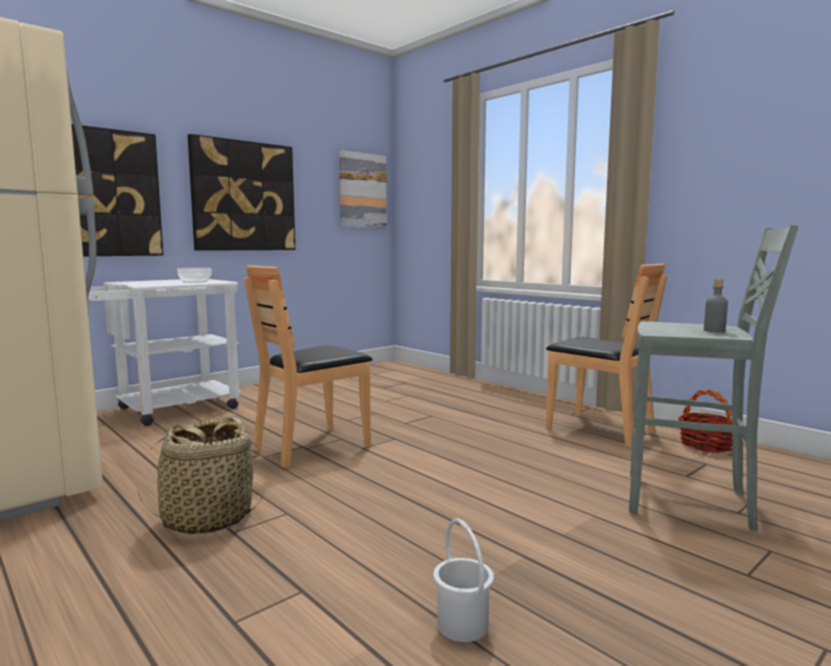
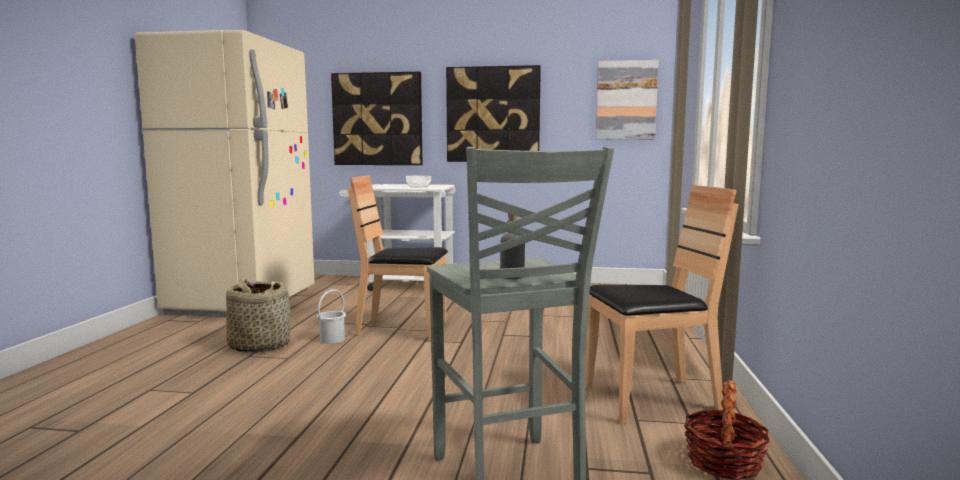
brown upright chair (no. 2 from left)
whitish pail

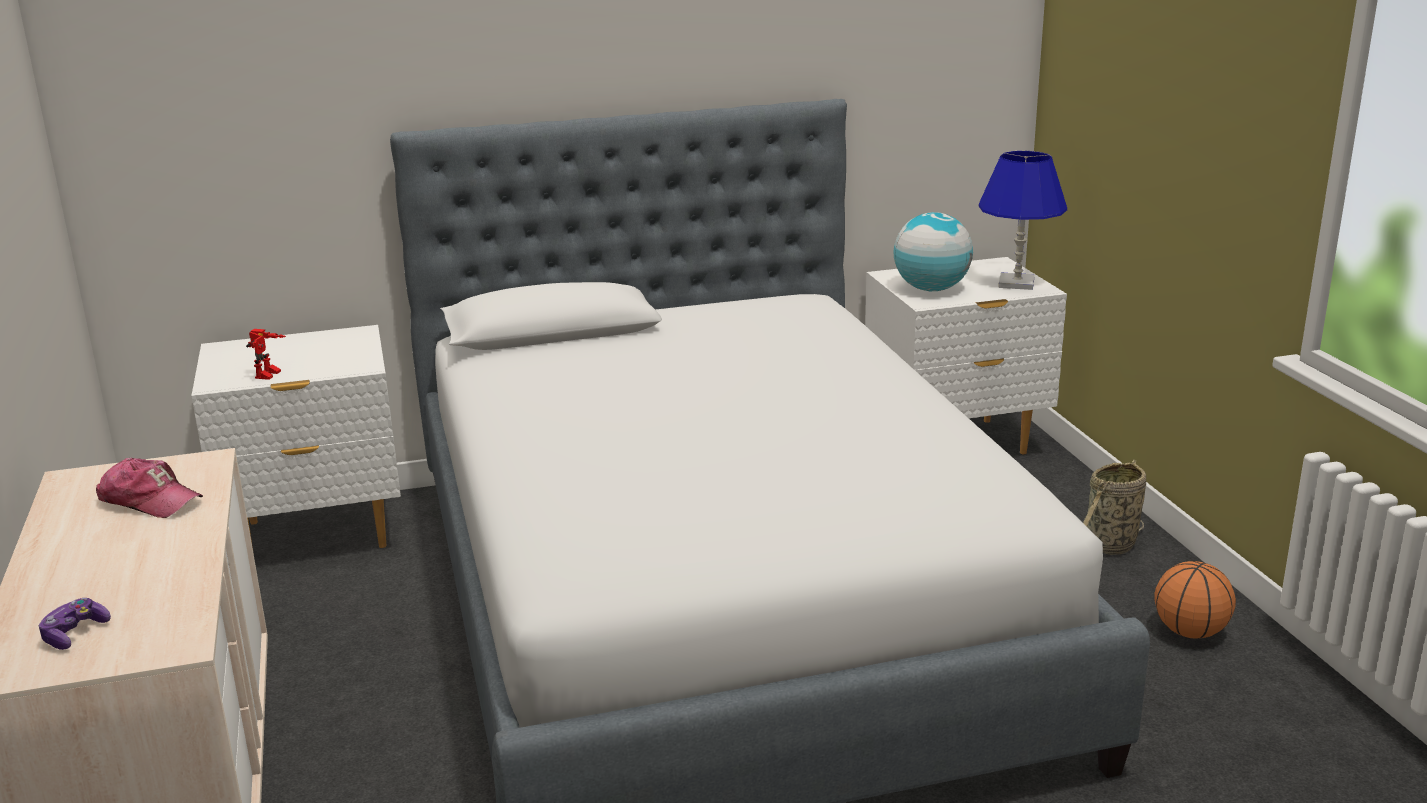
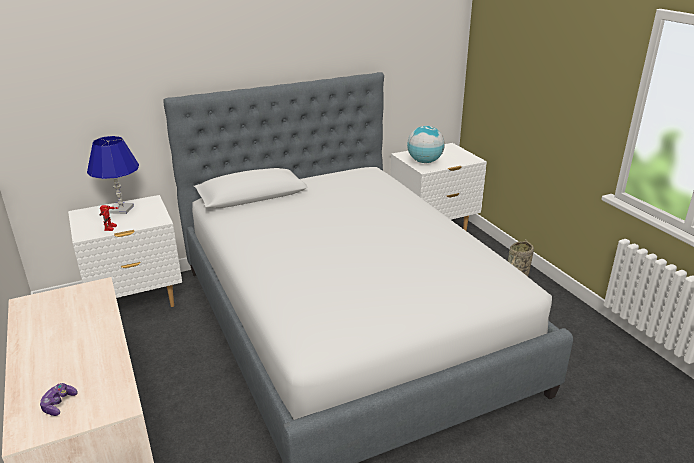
bluish table lamp
baseball cap
basketball ball

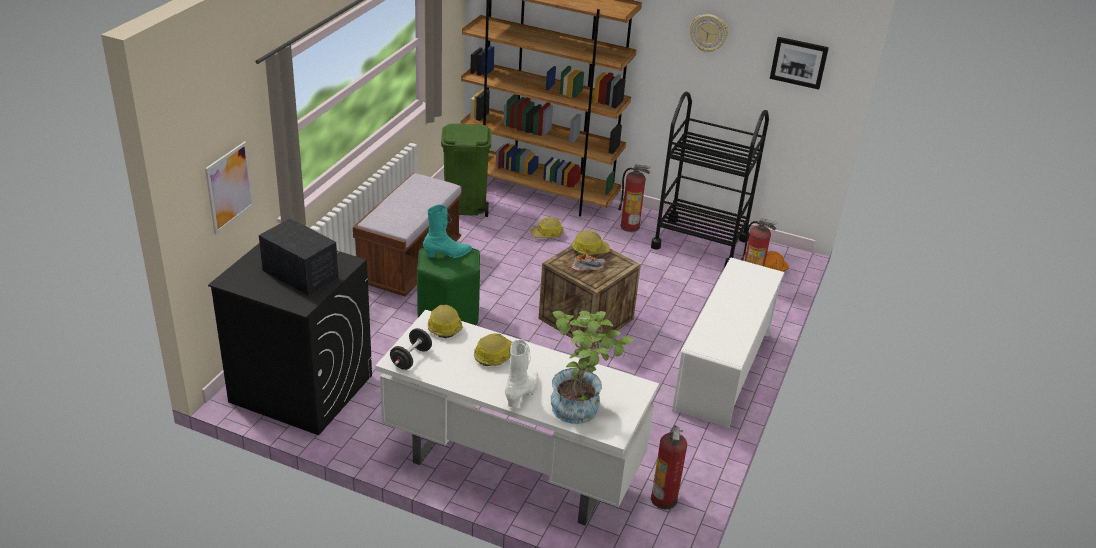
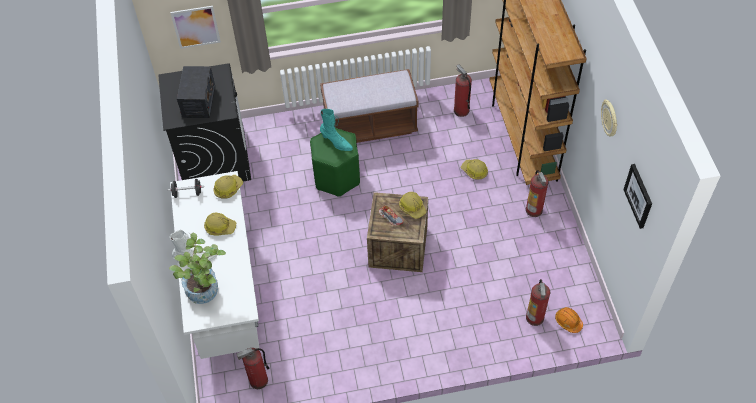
blackish trolley
fire extinguisher (no. 2 from left)
whitish shoe stand

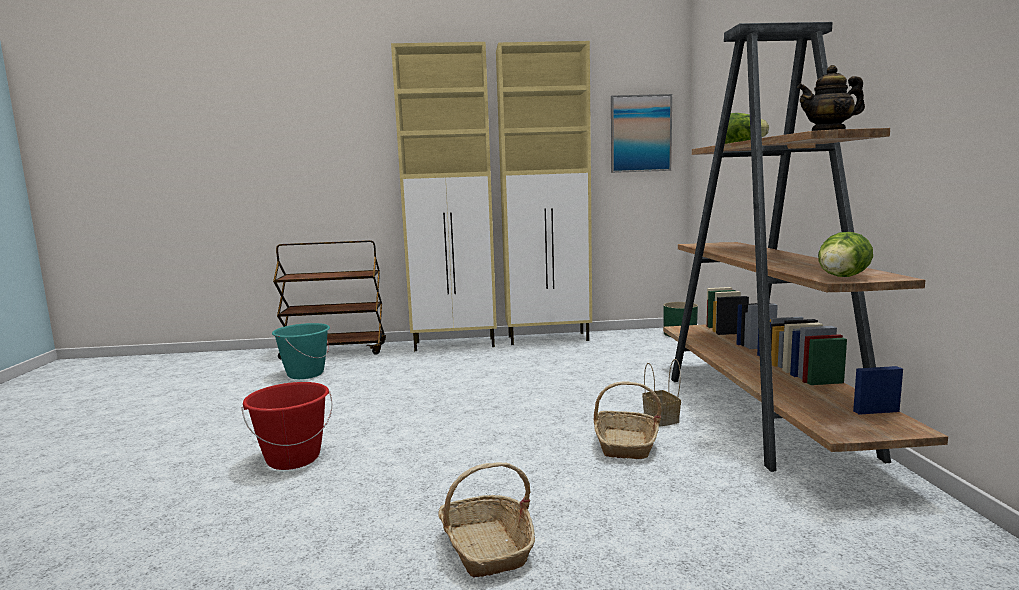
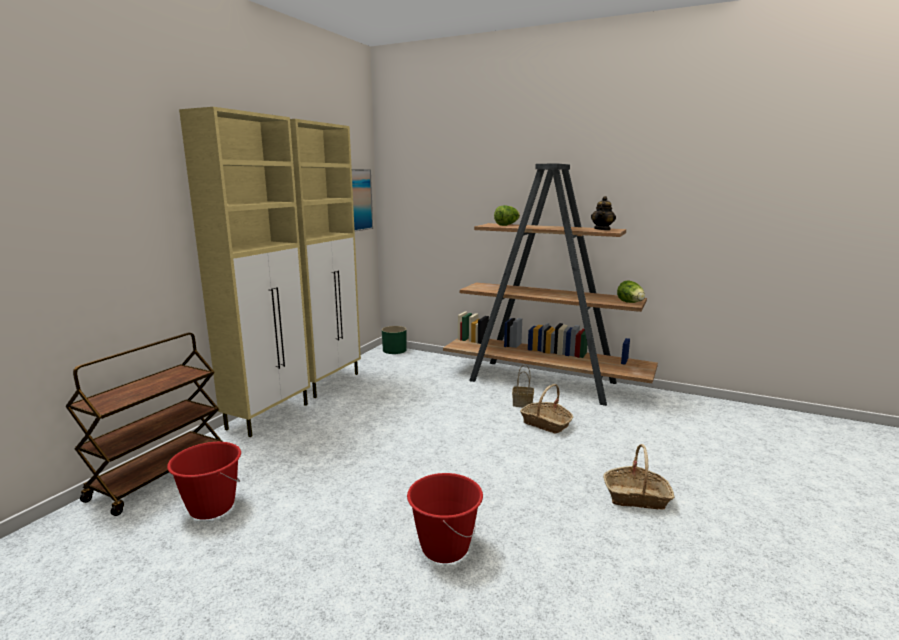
red pail (no. 1 from left)

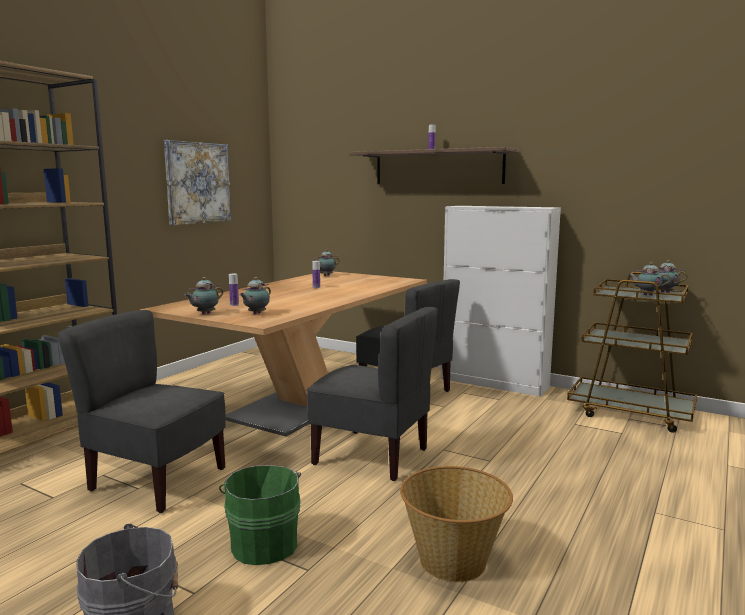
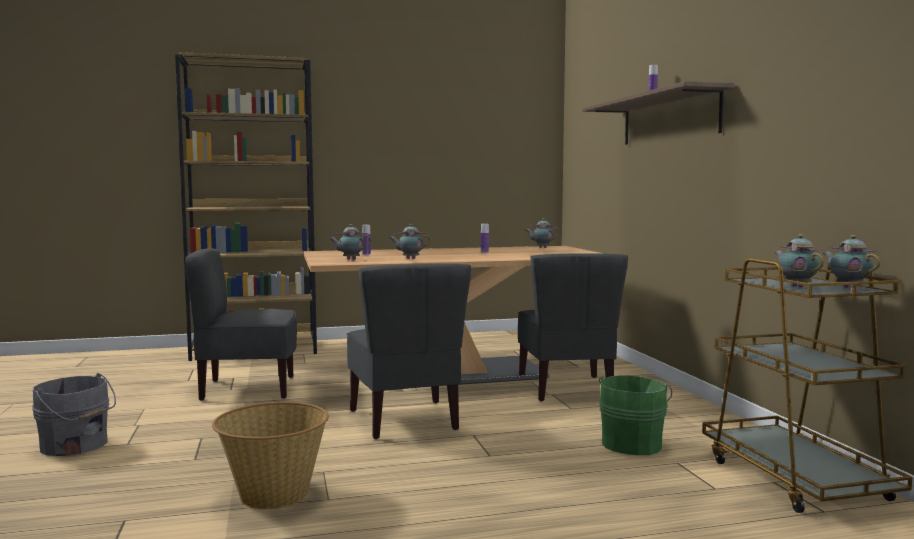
picture
whitish cupboard
tea pot (no. 2 from left)
gray upright chair (no. 1 from left)
green-coloured pail

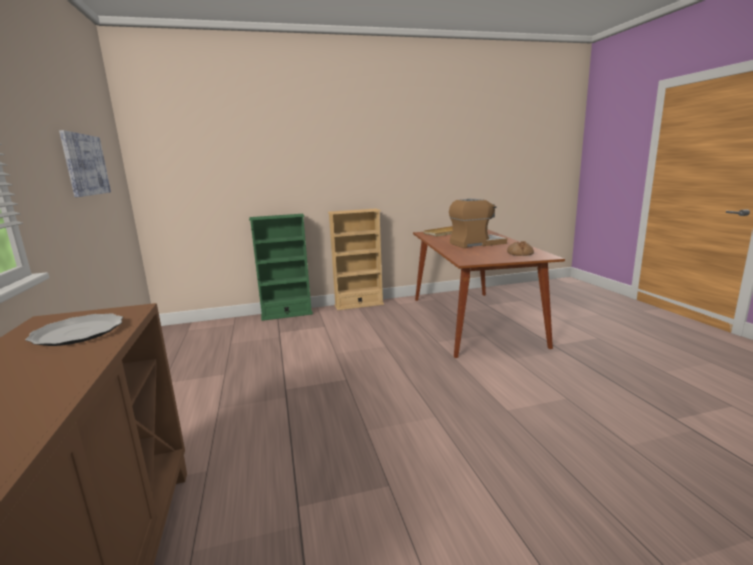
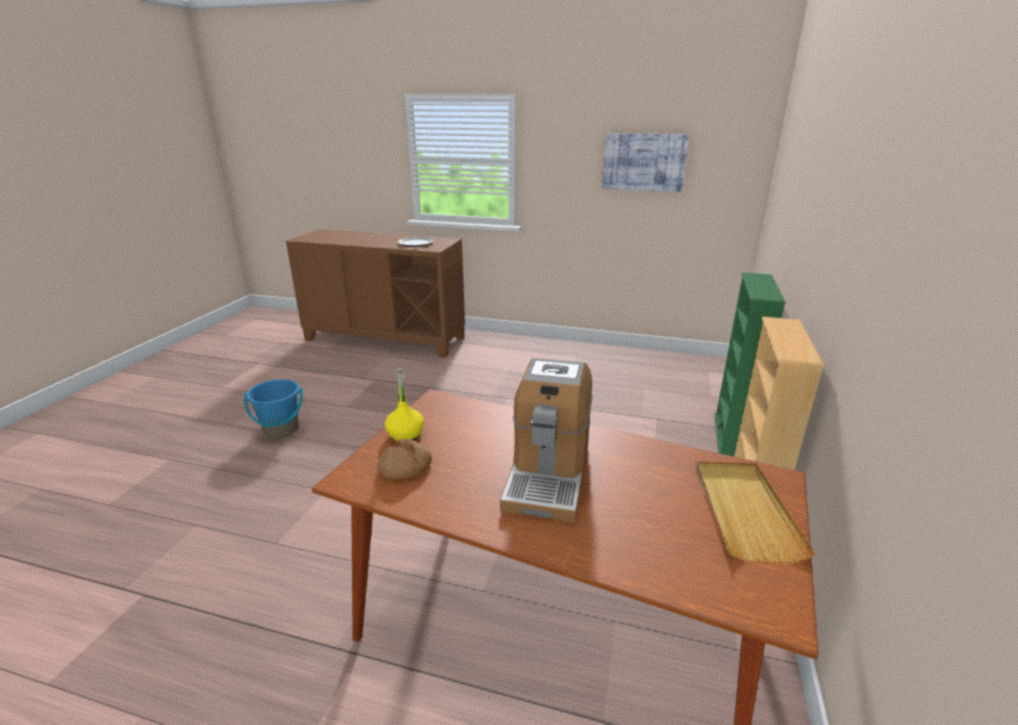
yellowish beverage bottle
bluish pail

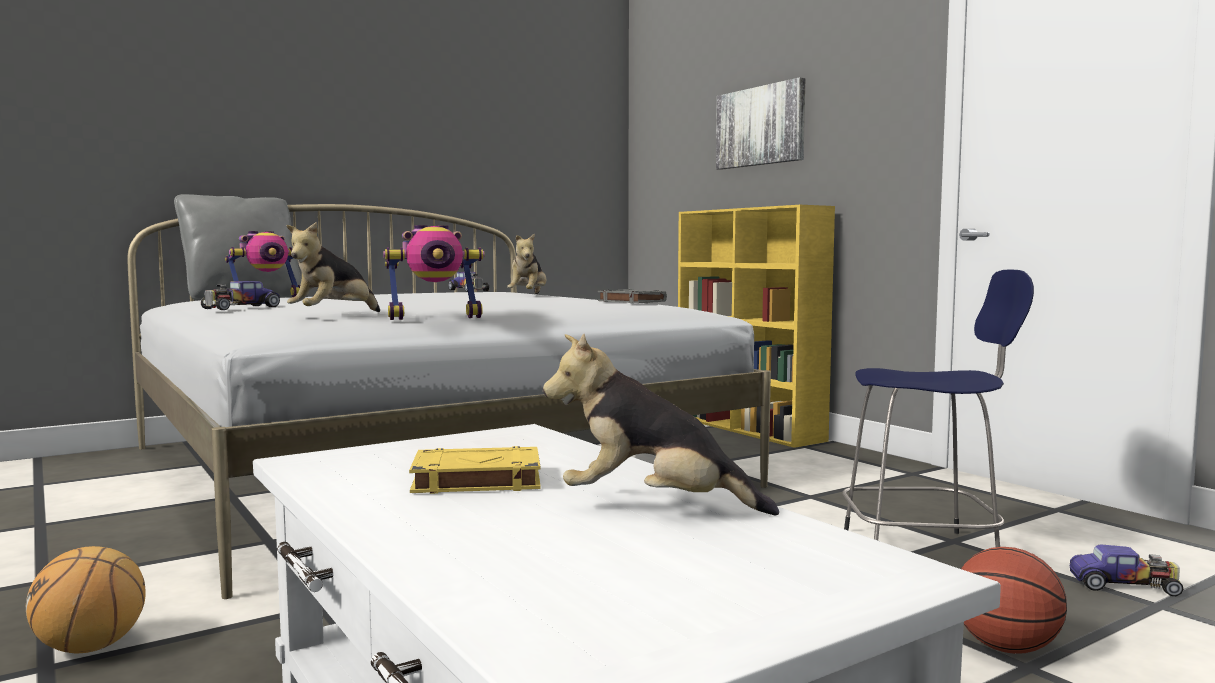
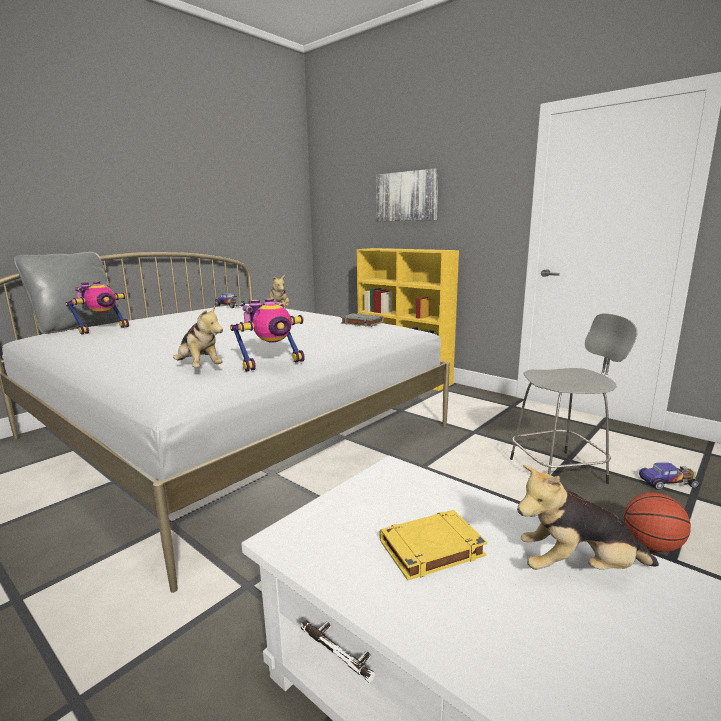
cuddly toy (no. 1 from left)
gray stool seat
miniature car (no. 1 from left in the first image)
basketball ball (no. 1 from left in the first image)

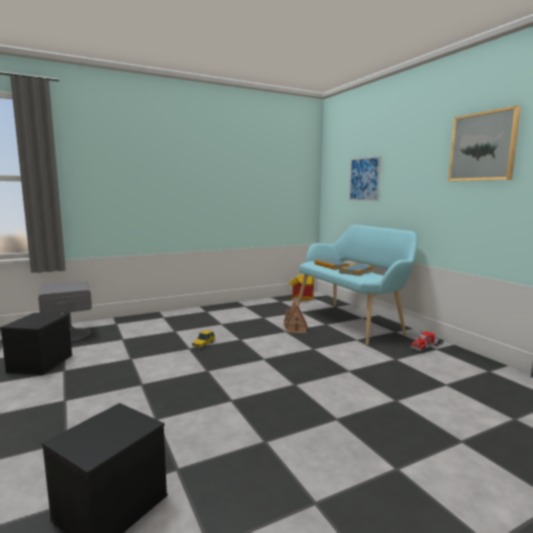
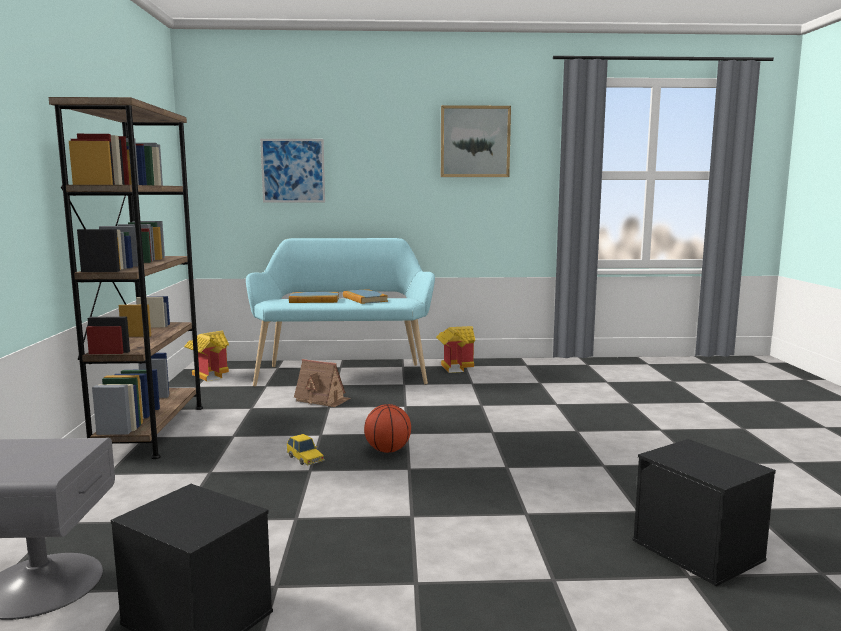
toy house (no. 3 from left)
brown shelving unit
basketball ball

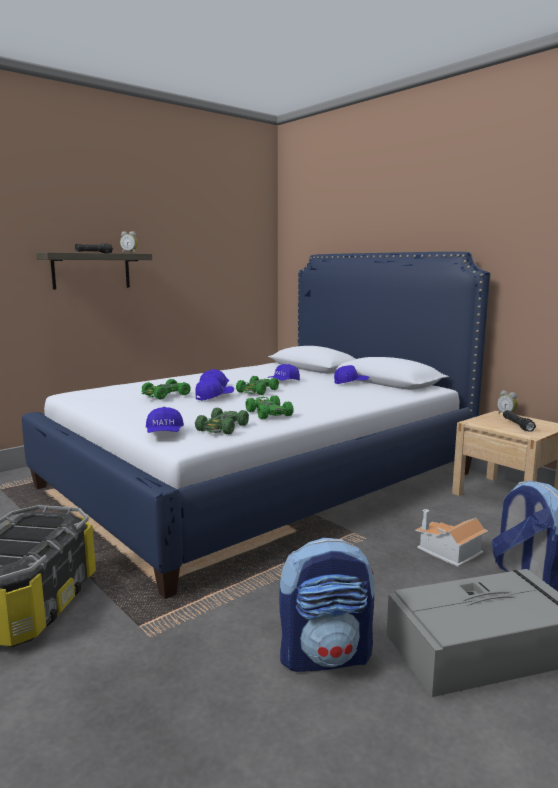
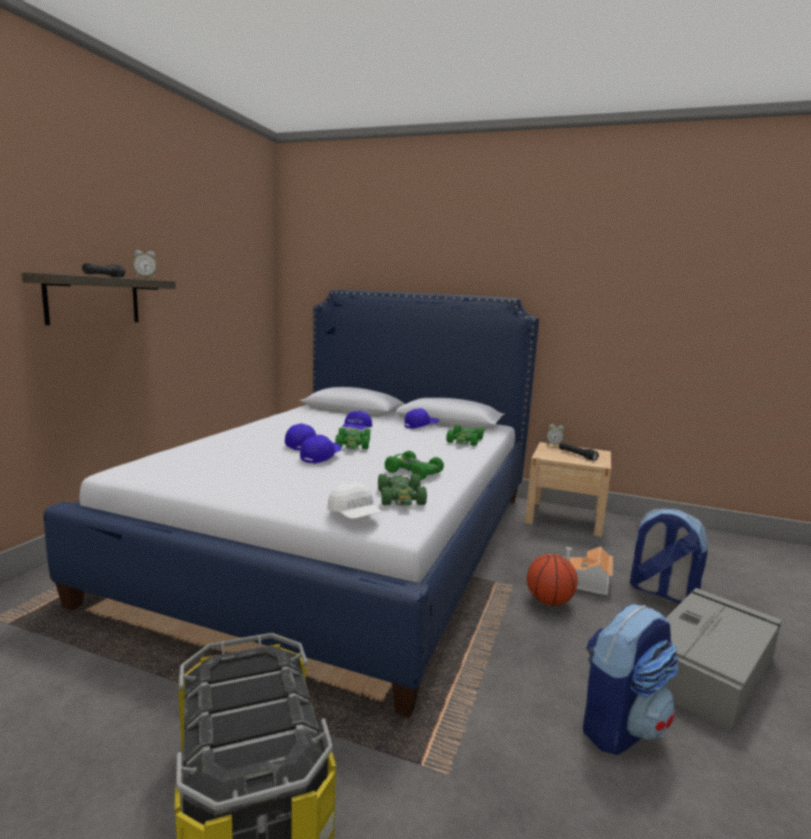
green-coloured miniature car (no. 4 from left)
whitish baseball cap
basketball ball

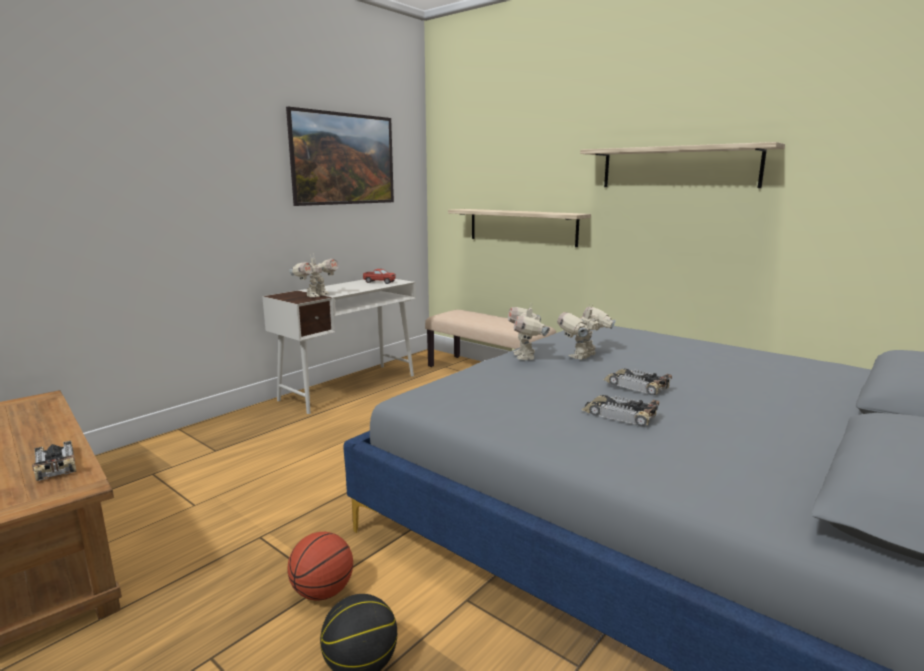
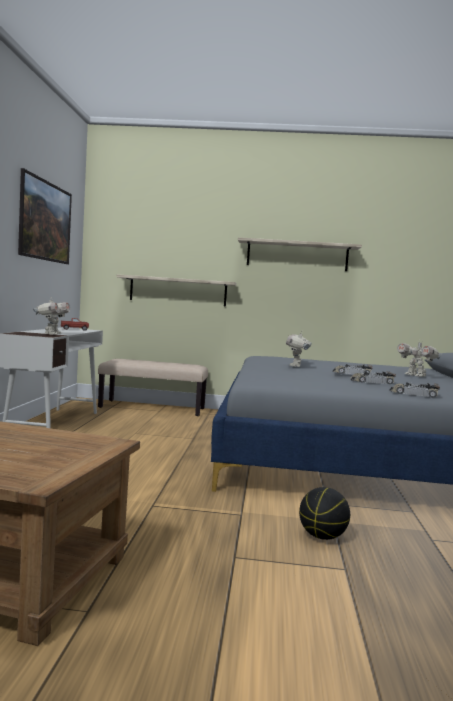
robot figure (no. 3 from left)
miniature car (no. 3 from left)
basketball ball (no. 1 from left in the first image)

